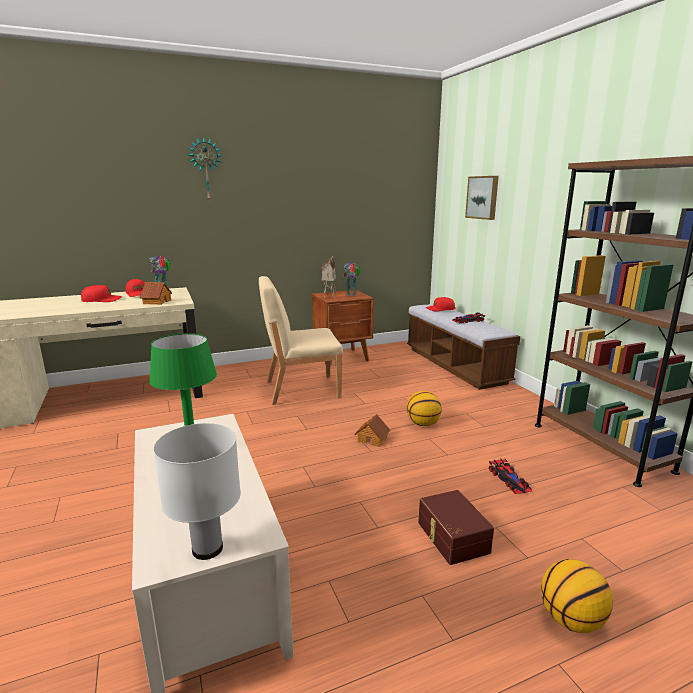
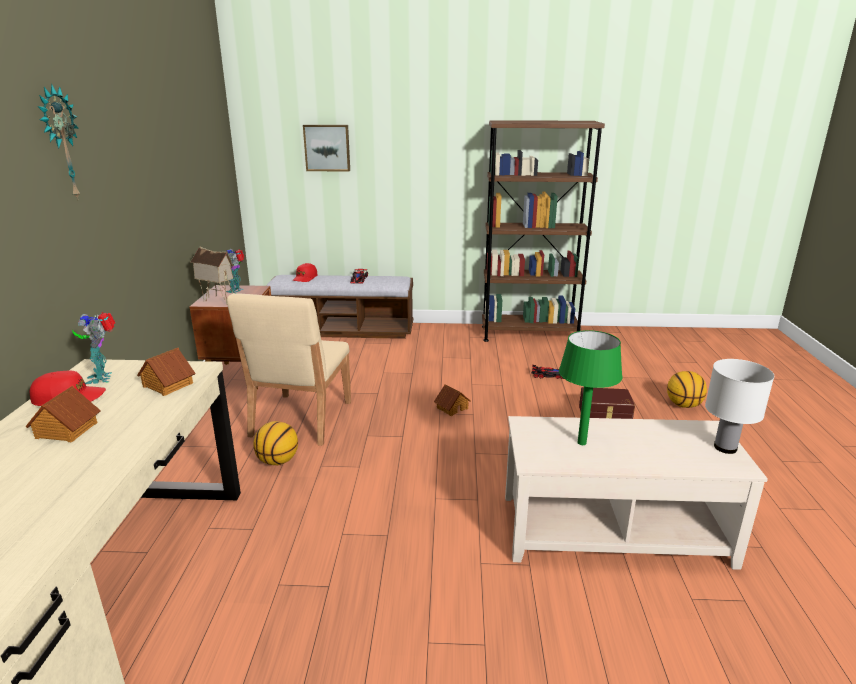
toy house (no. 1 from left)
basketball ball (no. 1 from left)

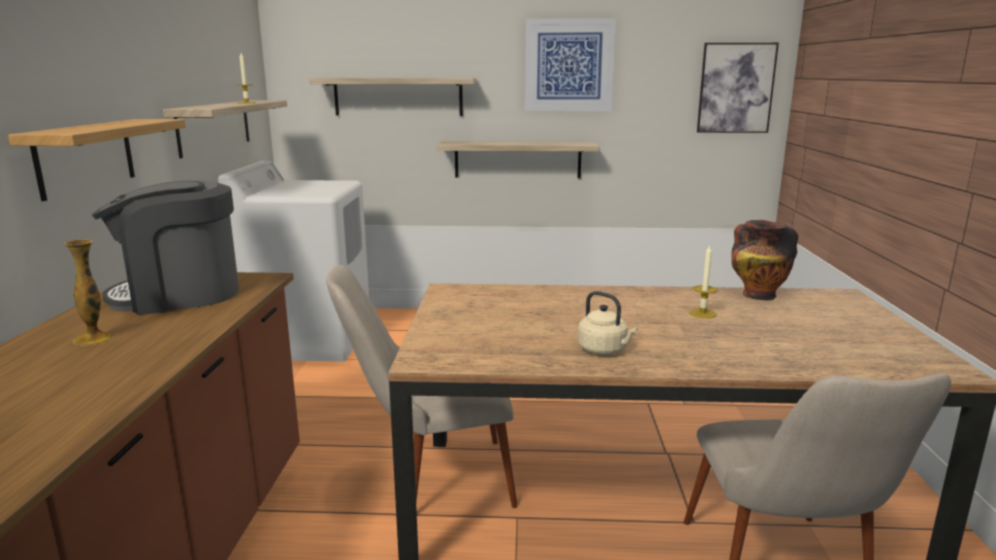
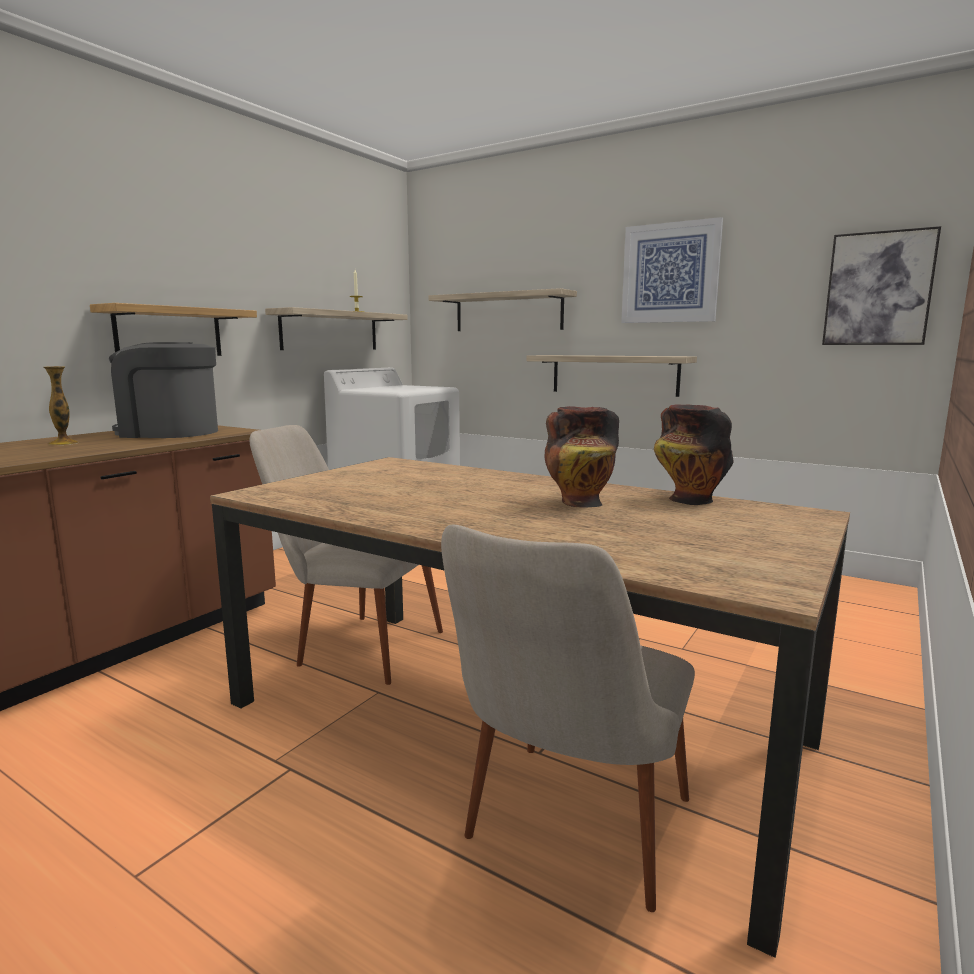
decorative vase (no. 2 from left)
beige tea kettle

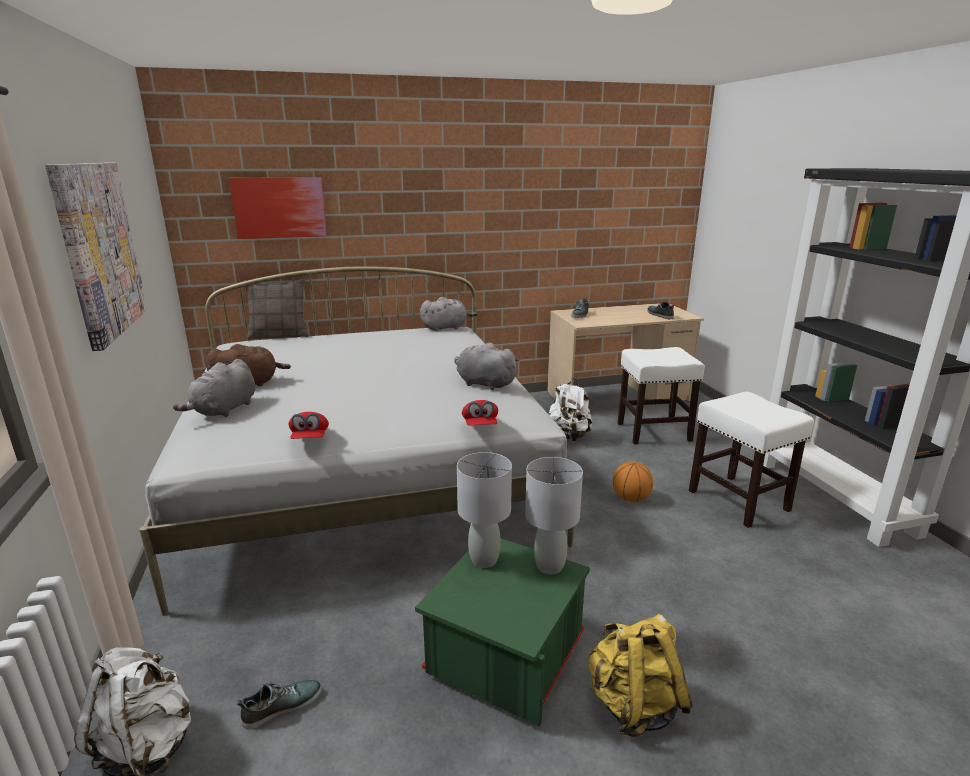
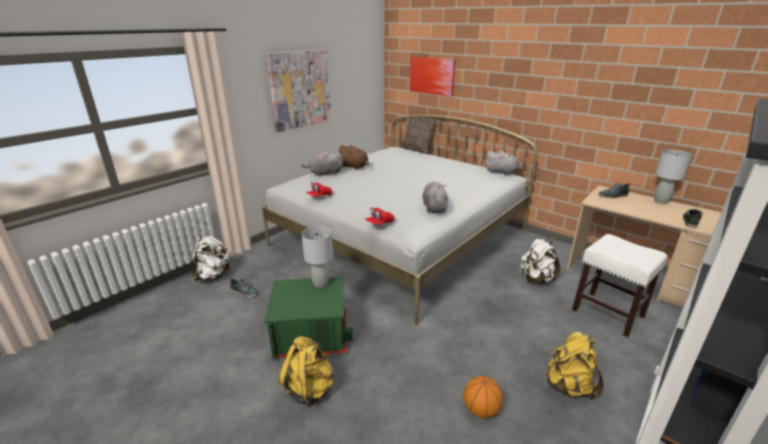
yellowish knapsack (no. 2 from left)
gray table lamp (no. 2 from left)
basketball ball

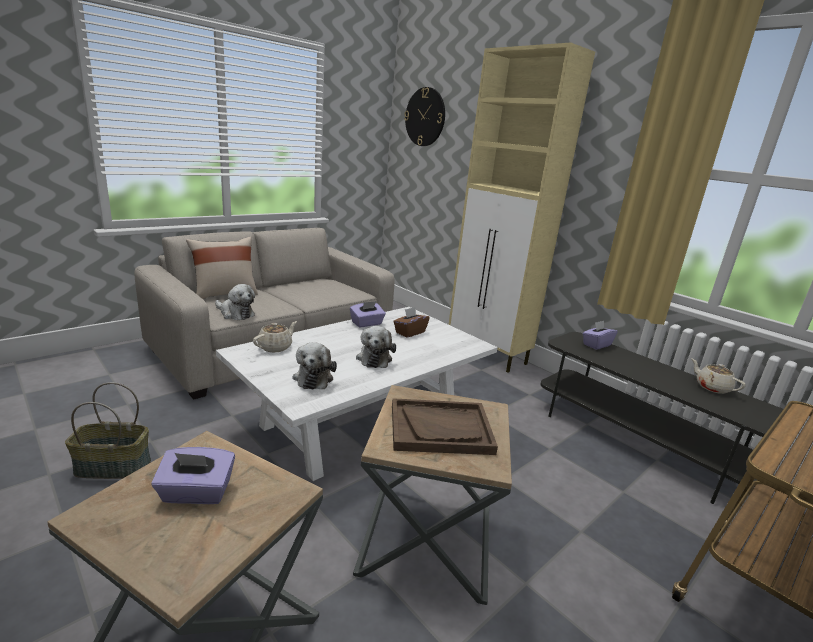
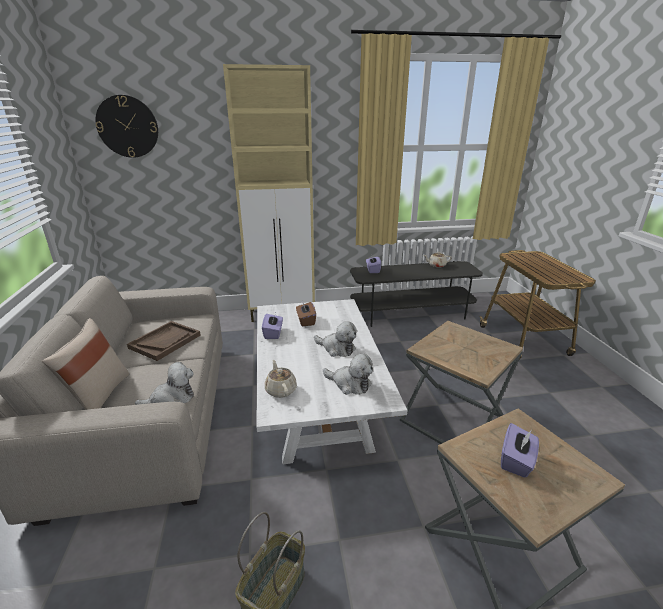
brown serving tray

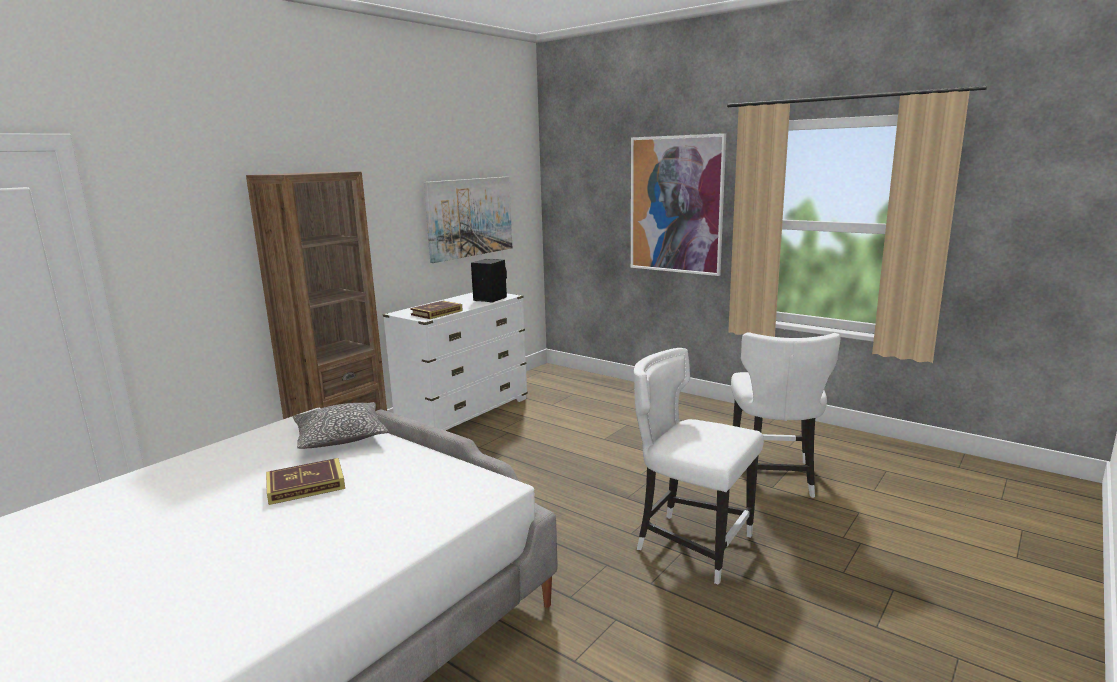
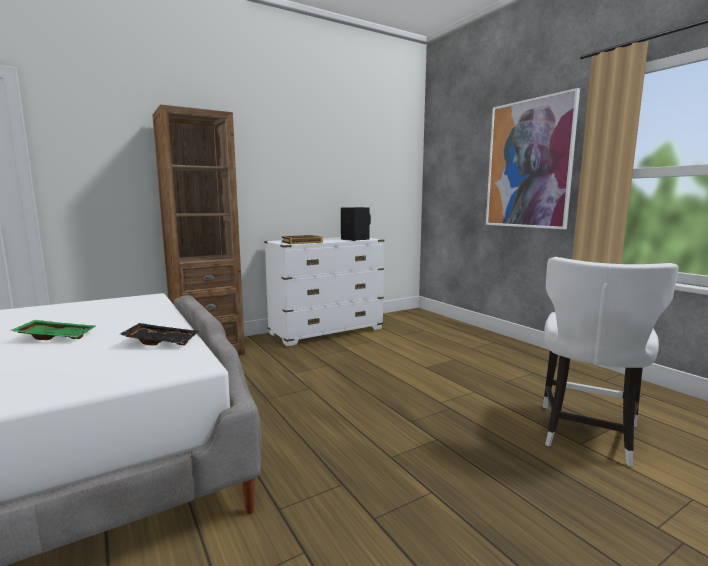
picture (no. 1 from left in the first image)
whitish upright chair (no. 1 from left in the first image)
pillow
green-coloured serving tray
blackish serving tray

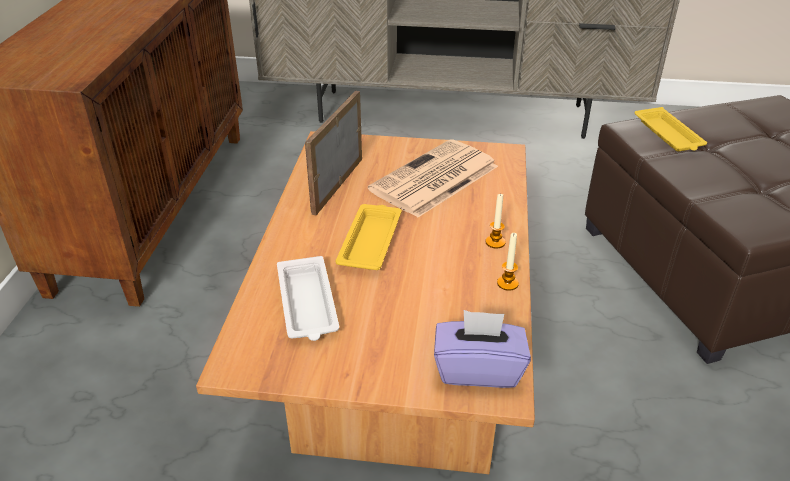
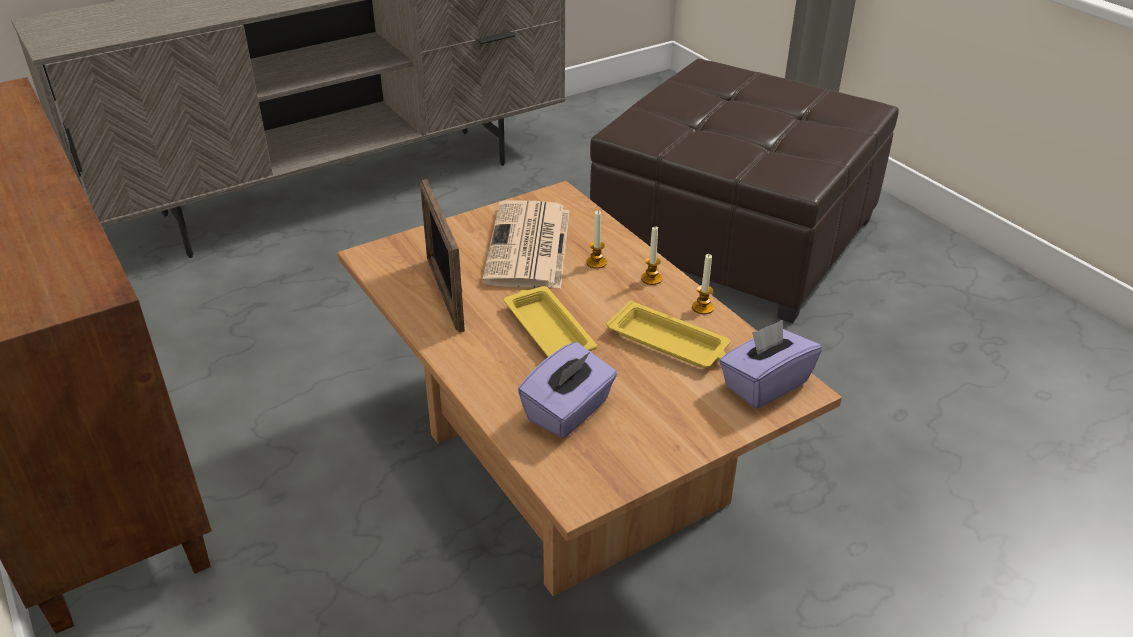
yellowish serving tray (no. 2 from left)
purplish tissue box (no. 1 from left)
wax light (no. 1 from left)

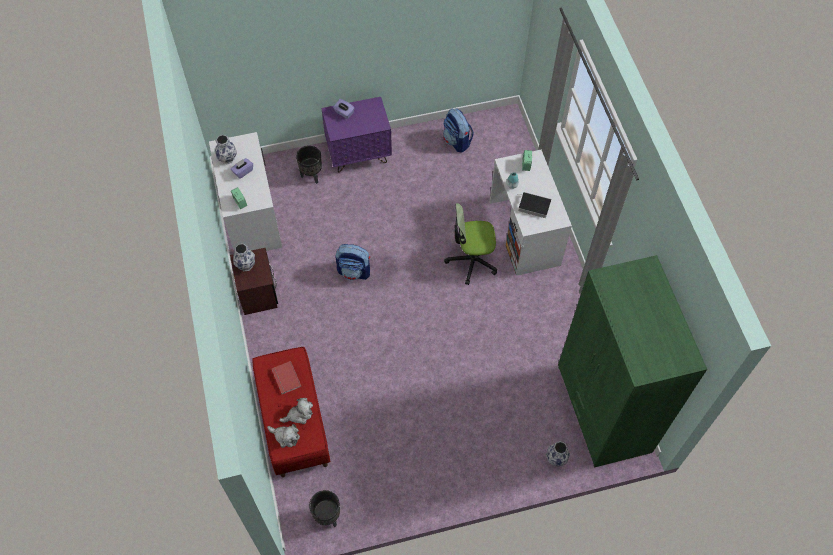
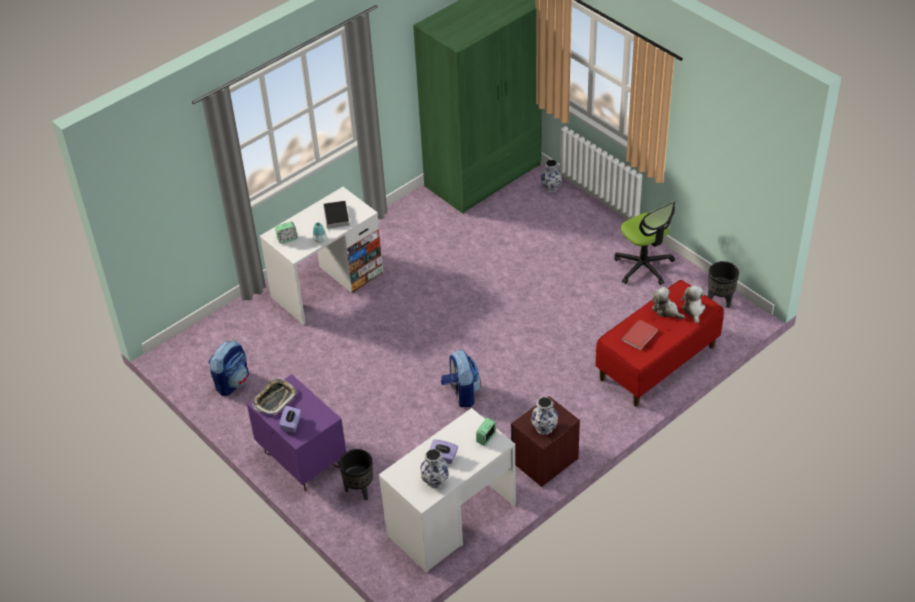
office chair
serving tray

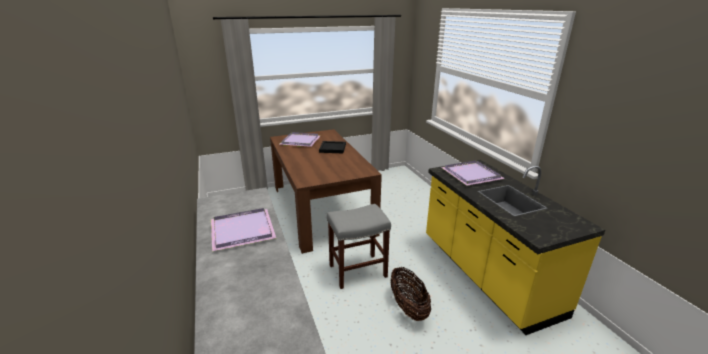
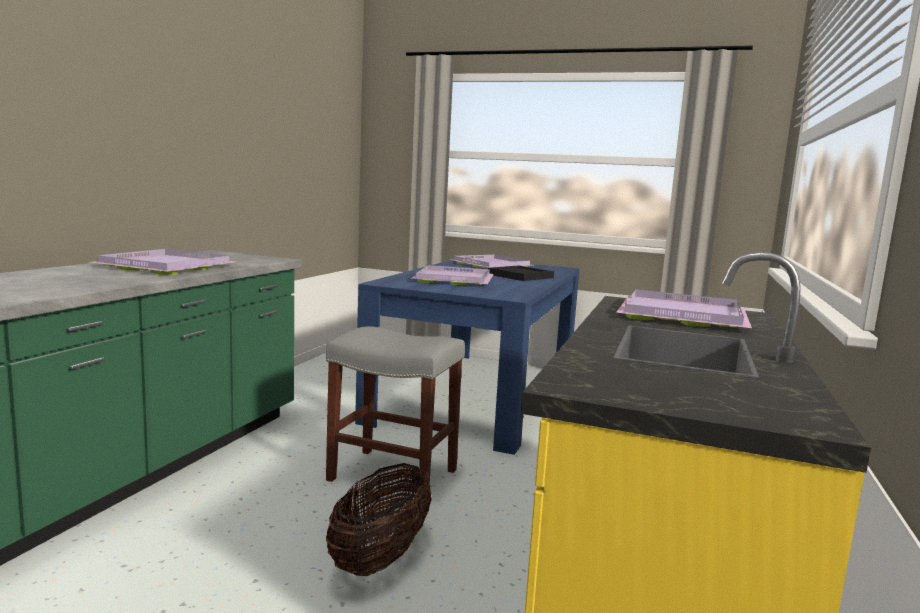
bluish kitchen table
purplish serving tray (no. 2 from left)

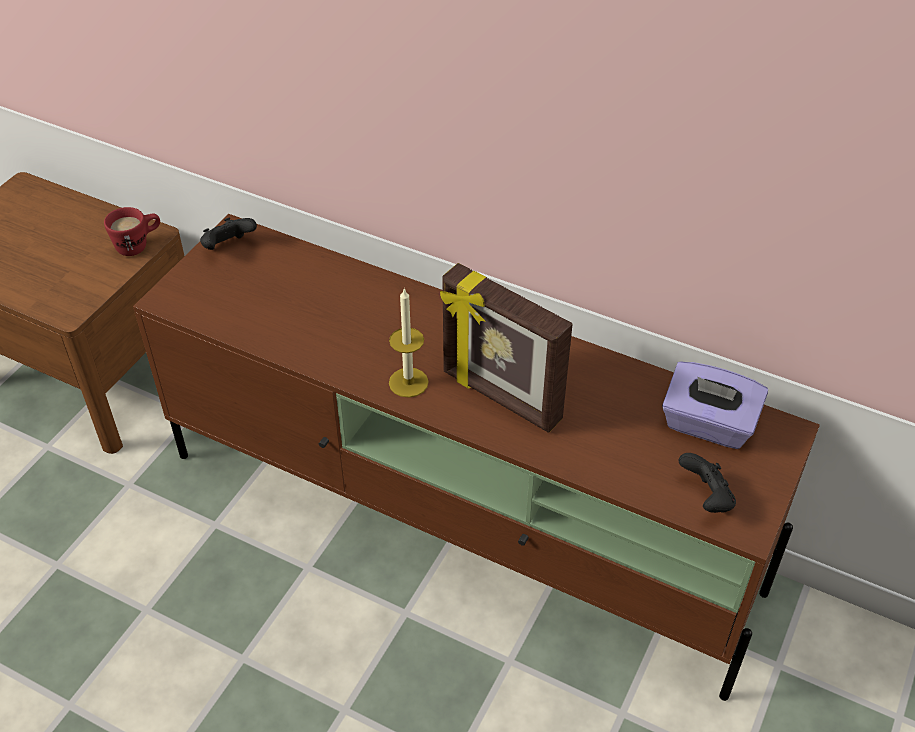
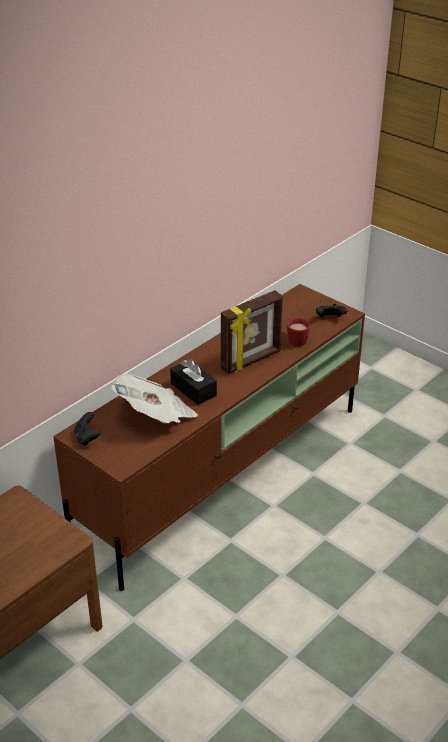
red coffee mug
wax light
purplish tissue box
blackish tissue box
newspaper

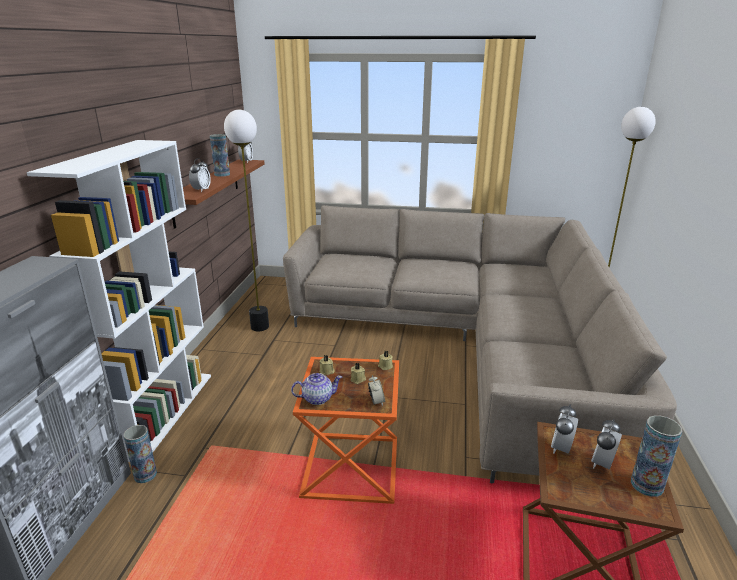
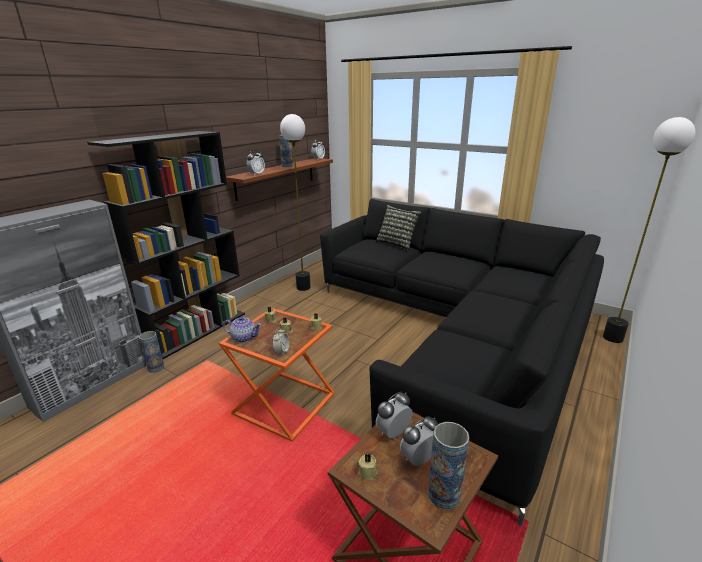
blackish shelving unit
blackish settee
pillow
beige wax light (no. 4 from left)

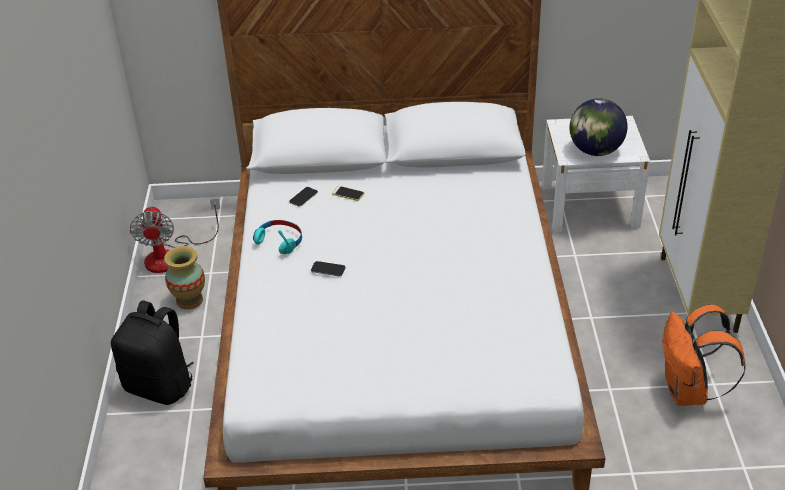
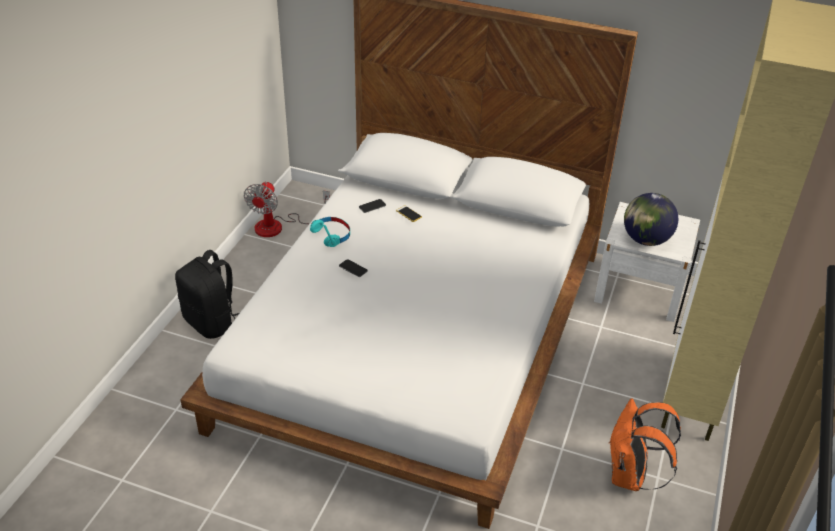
decorative vase

